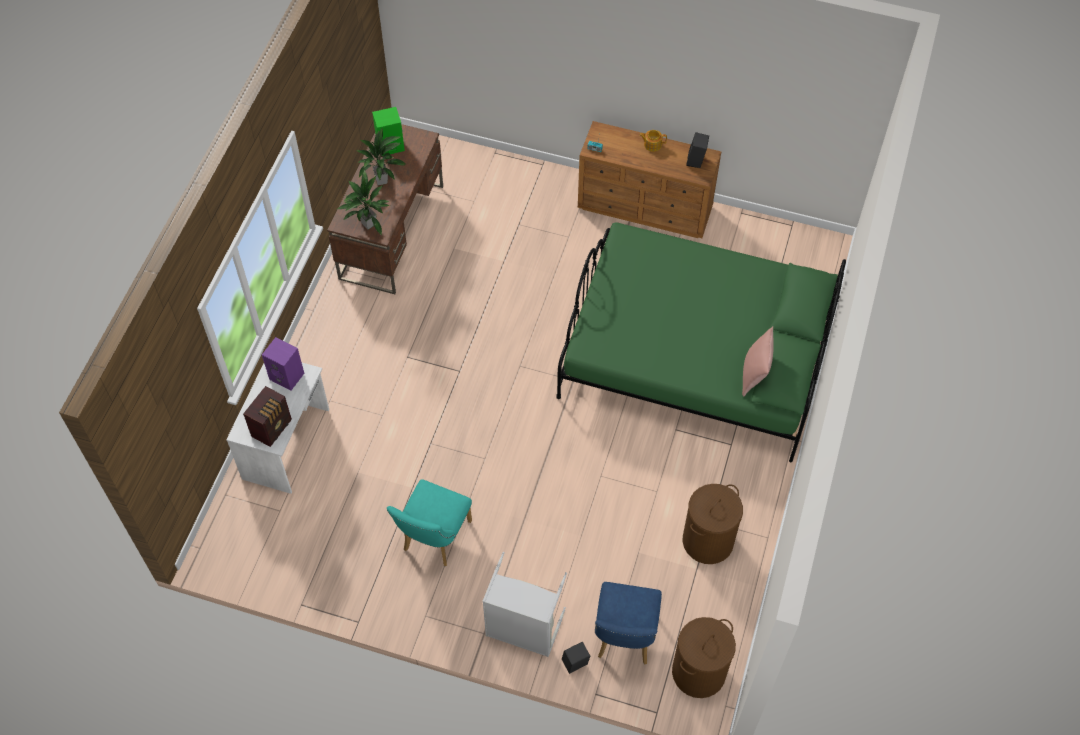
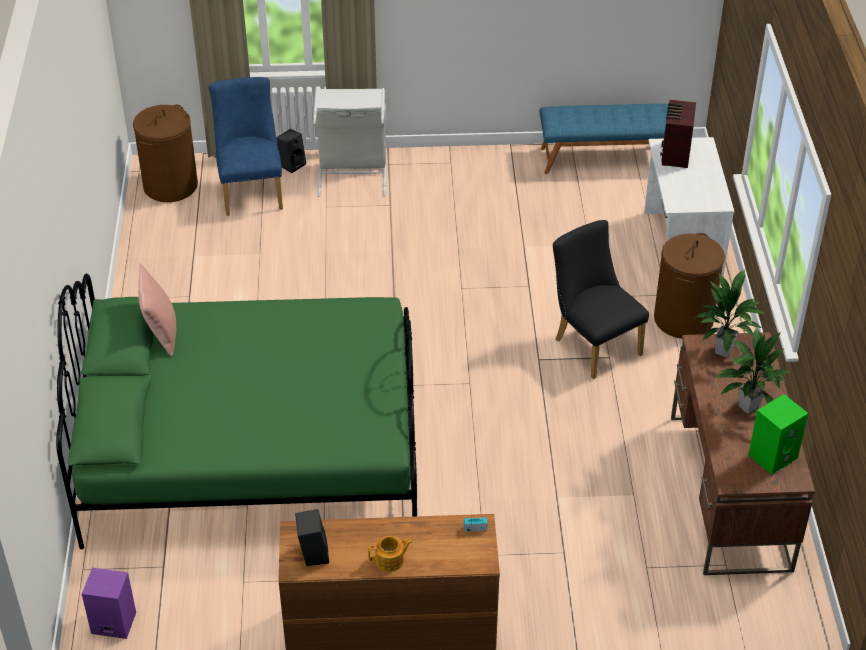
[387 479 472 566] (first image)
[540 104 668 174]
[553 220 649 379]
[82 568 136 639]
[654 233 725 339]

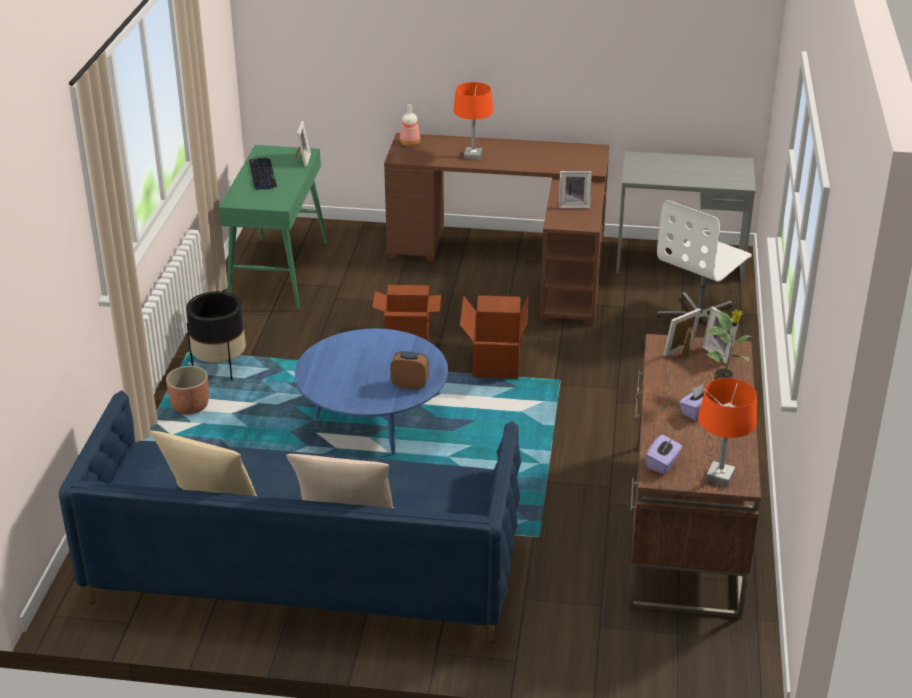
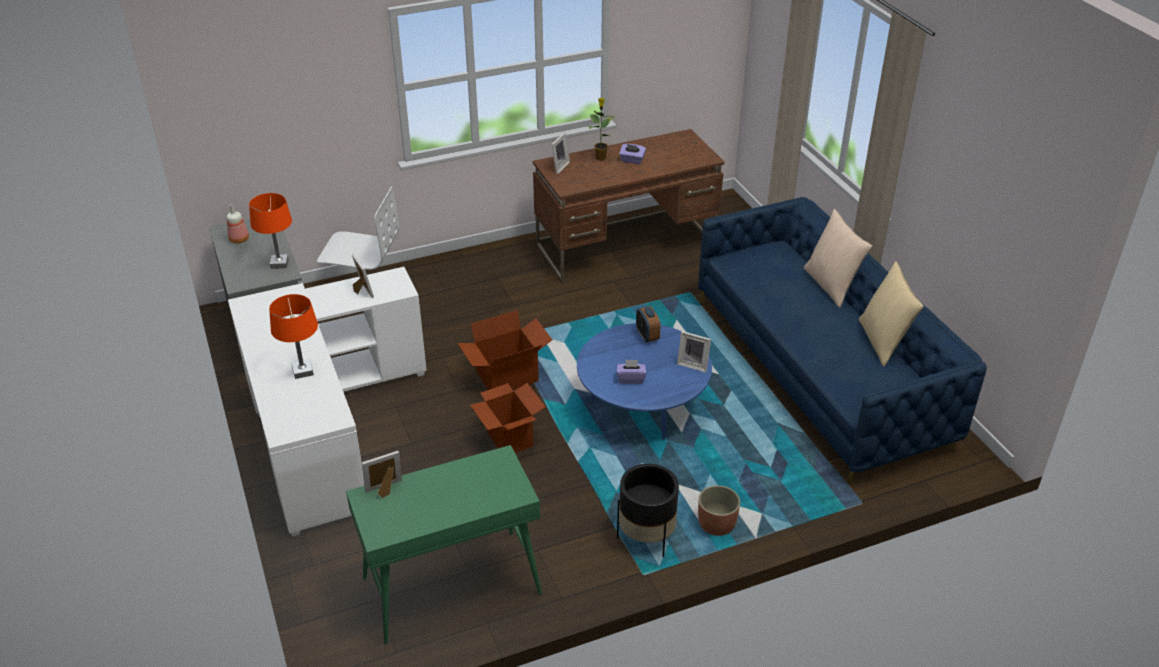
[249 158 277 190] (first image)
[227 204 249 244]
[617 359 646 384]
[677 331 711 372]
[249 193 292 269]
[228 267 427 536]

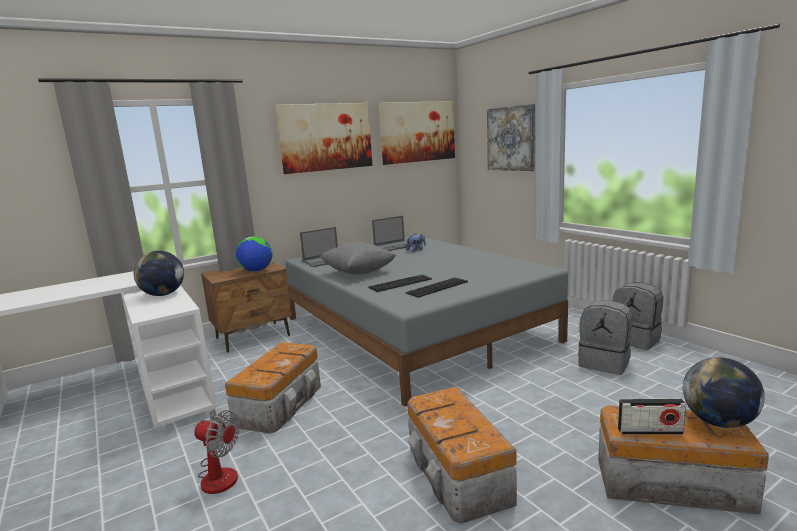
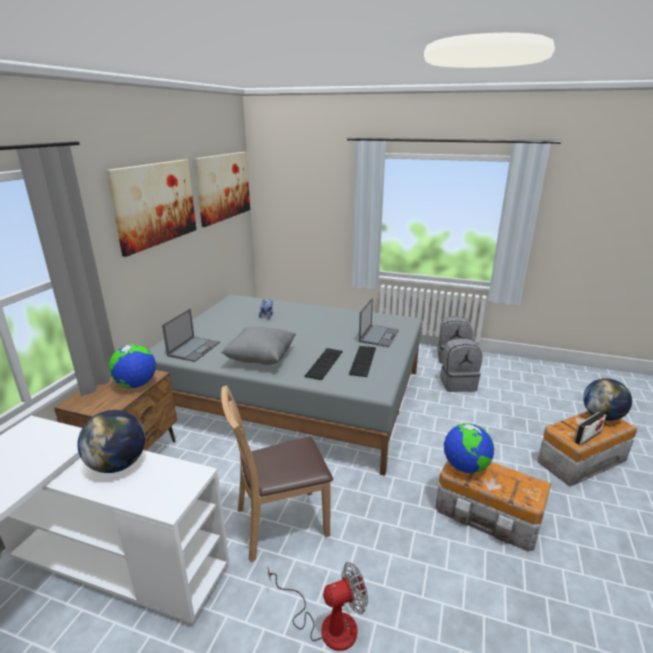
[487 104 535 171] (first image)
[444 423 494 473]
[359 298 399 347]
[221 385 333 562]

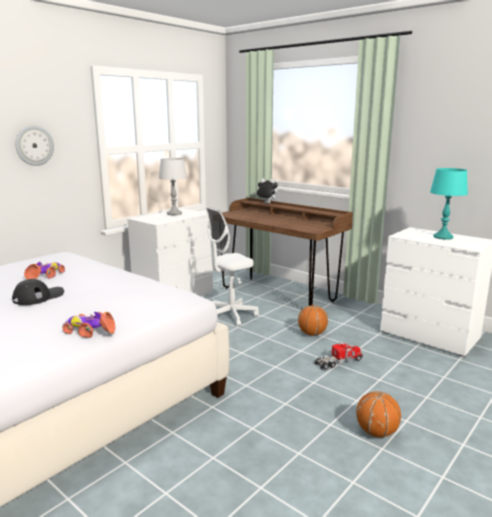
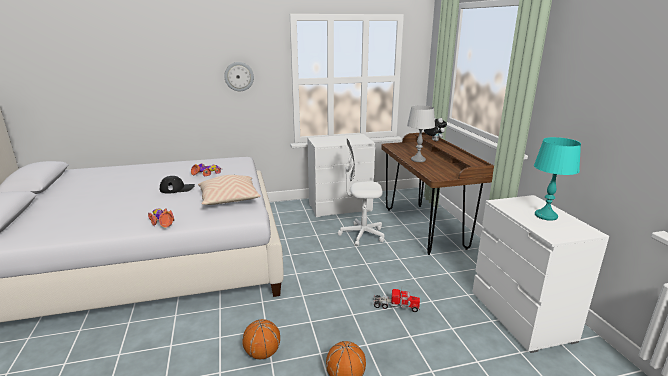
[198 175 261 205]
[407 105 435 162]
[243 319 280 359]

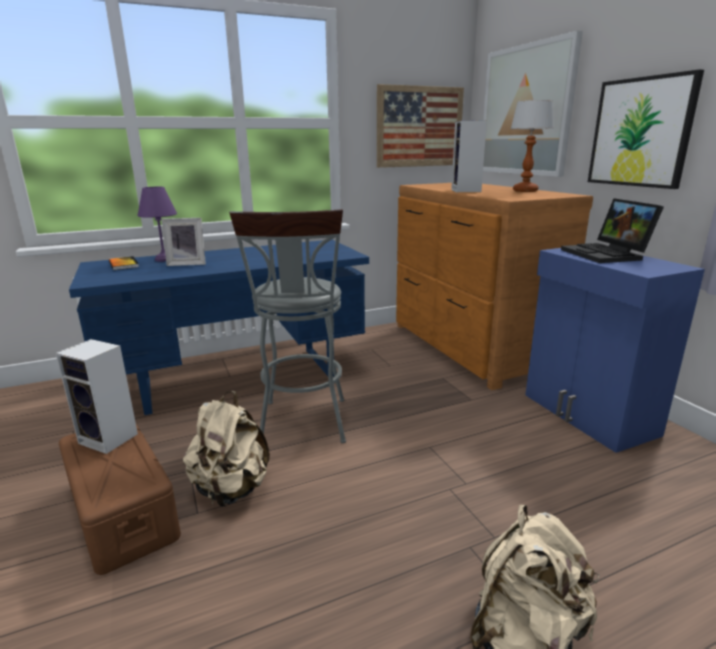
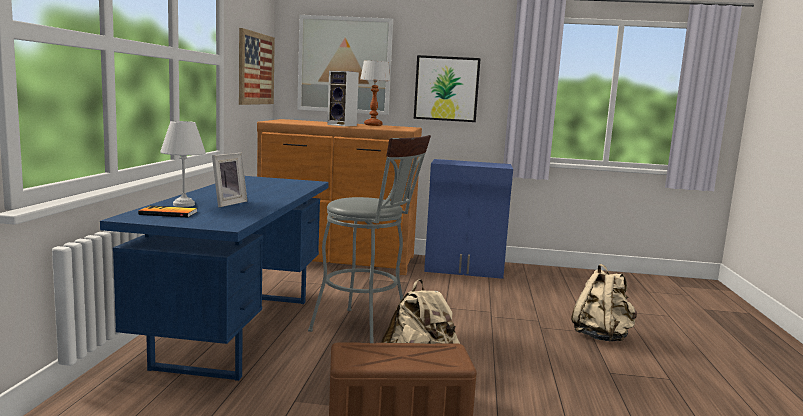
[56 339 138 454] (first image)
[561 198 664 263] (first image)
[160 121 206 207]

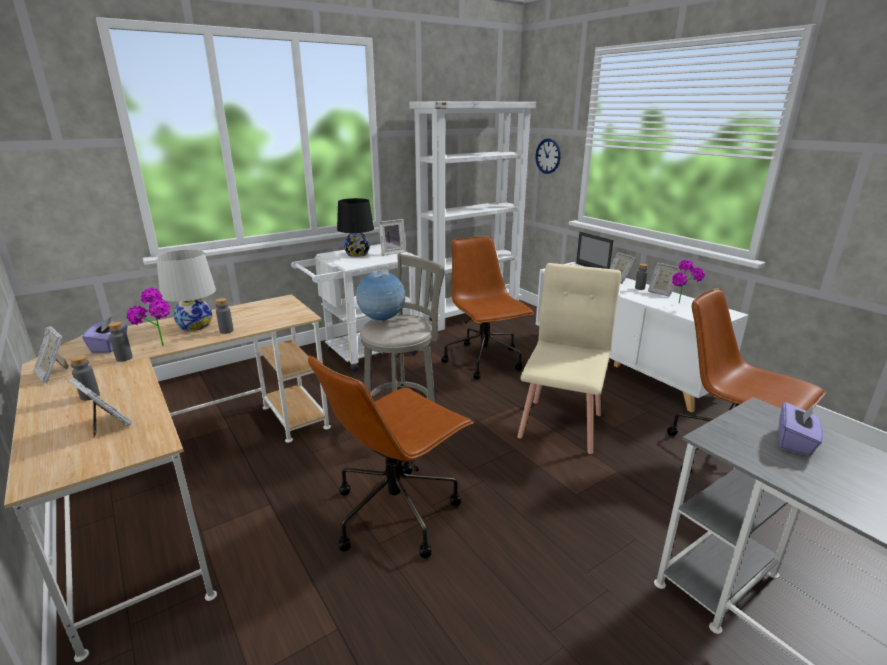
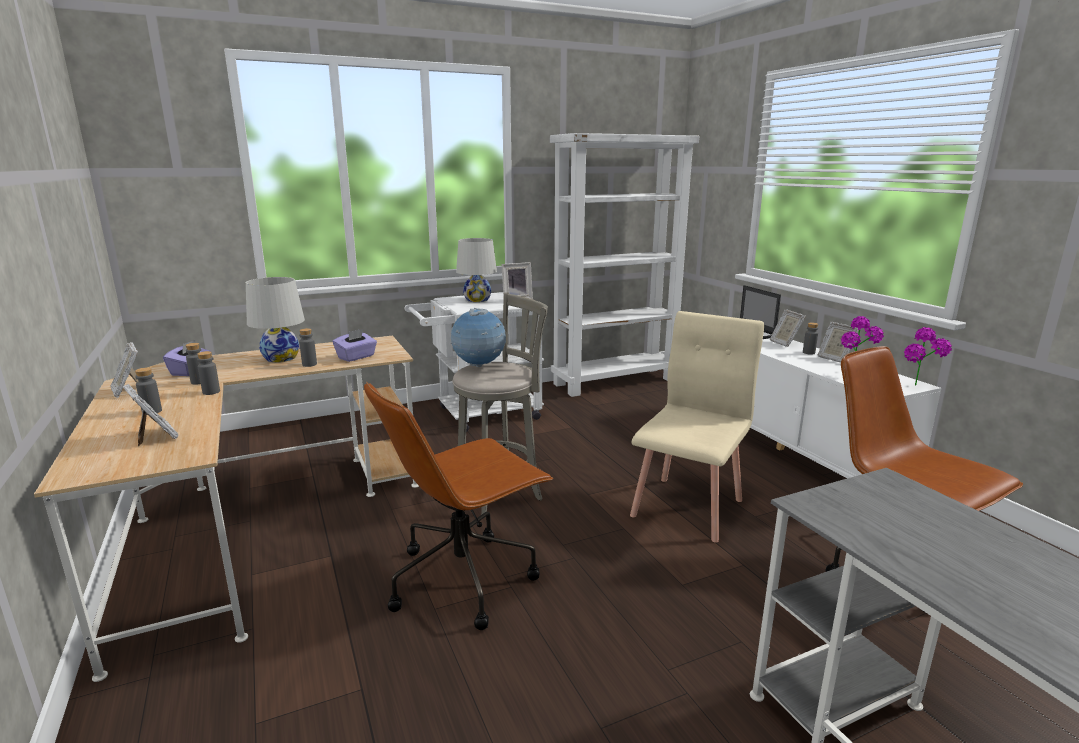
[441 236 534 379] (first image)
[535 138 561 174] (first image)
[197 351 220 395]
[904 327 952 385]
[333 329 377 362]
[456 238 497 302]

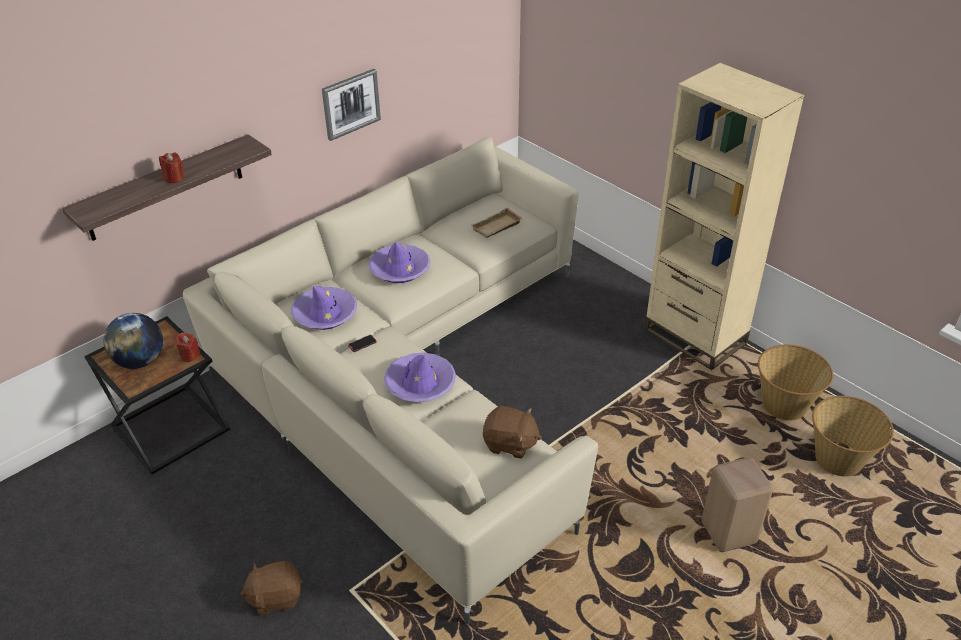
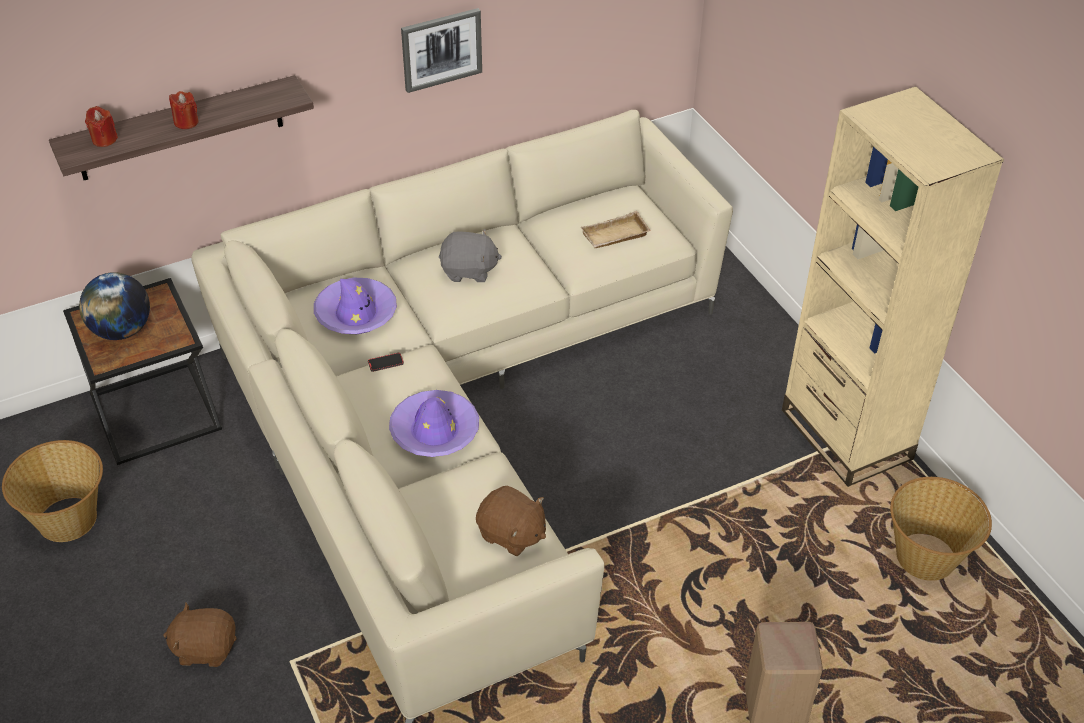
[85 106 118 147]
[2 440 103 542]
[439 229 502 282]

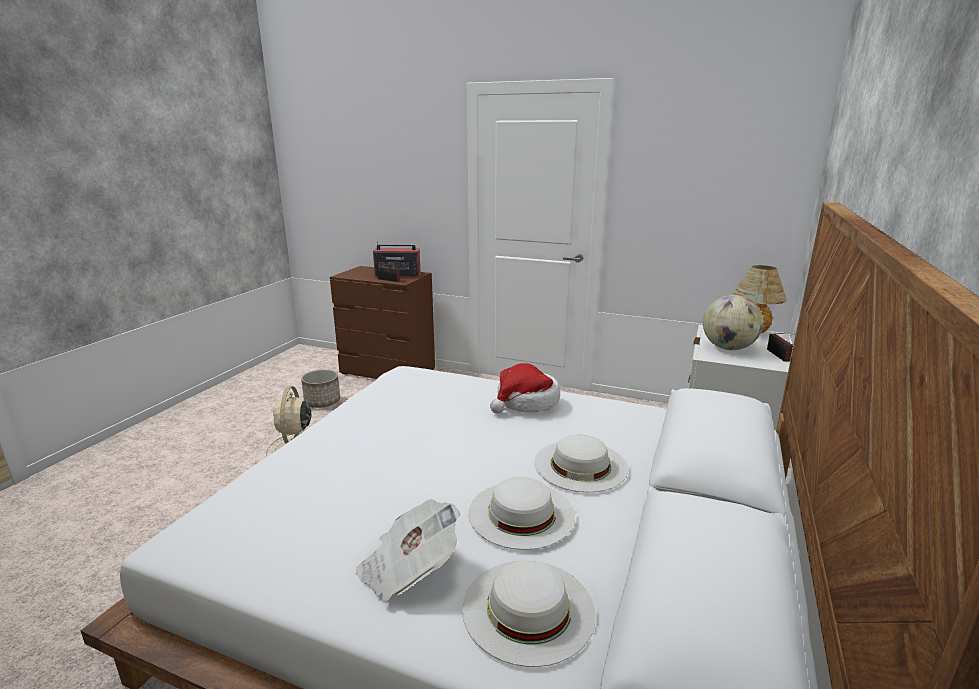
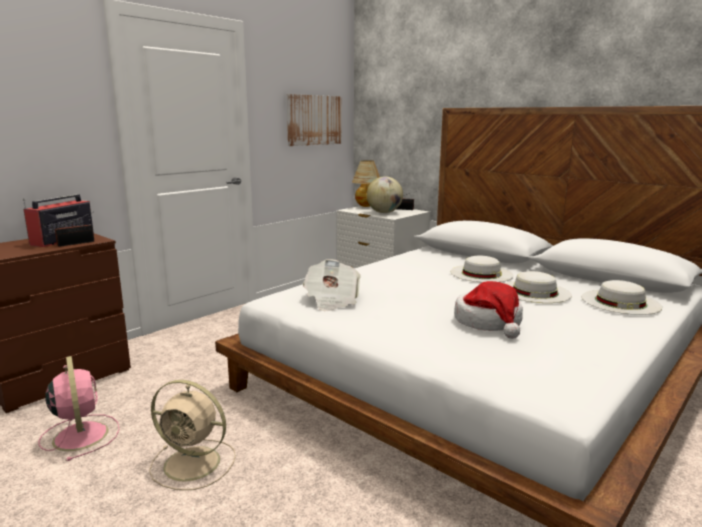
[287 94 342 146]
[303 259 361 311]
[454 281 523 339]
[39 356 120 461]

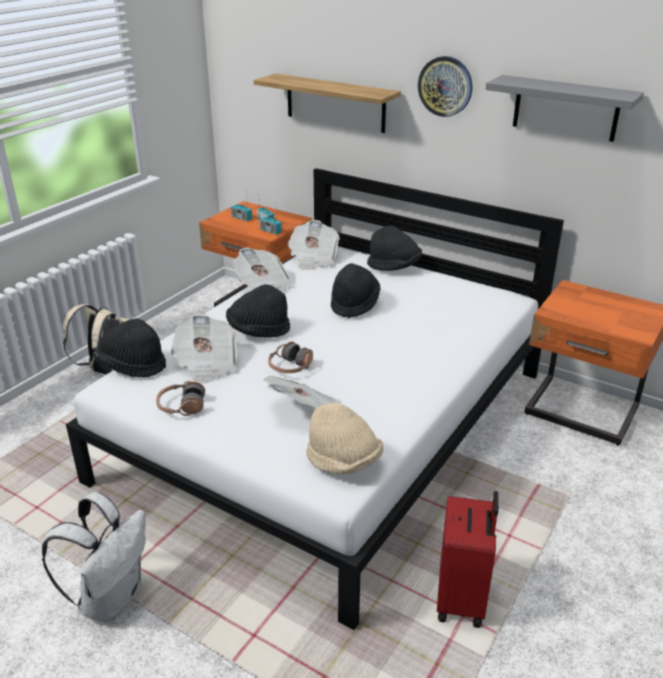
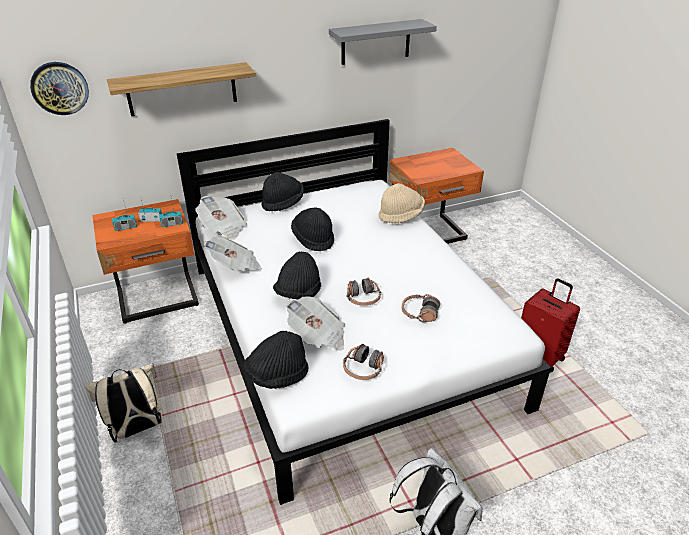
[379 183 425 223]
[30 62 89 115]
[402 294 440 322]

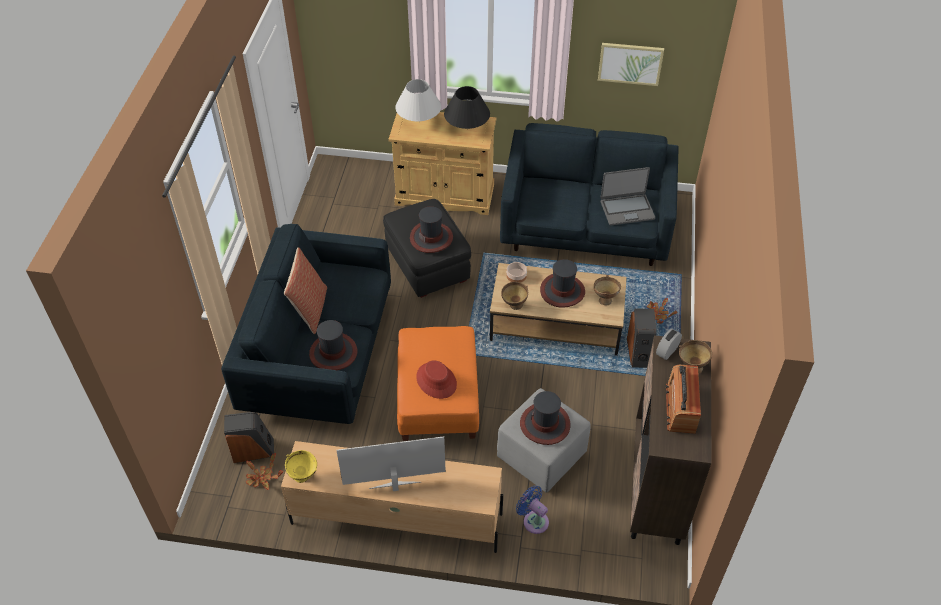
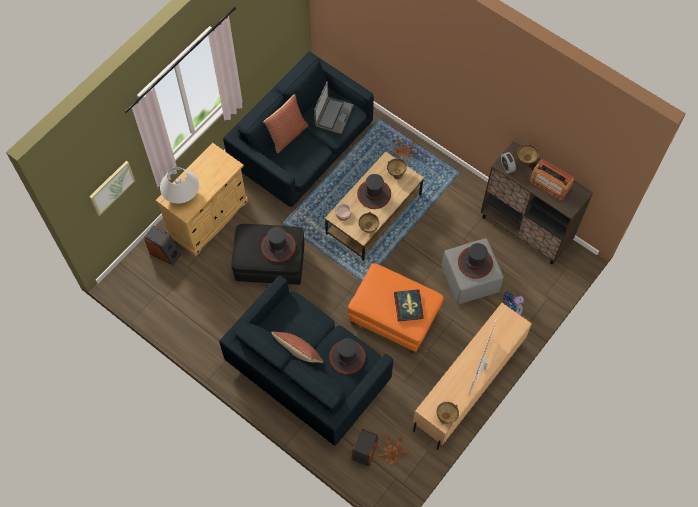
[444 86 490 129] (first image)
[263 94 308 154]
[89 161 135 216]
[145 226 181 265]
[394 289 424 321]
[436 402 459 424]

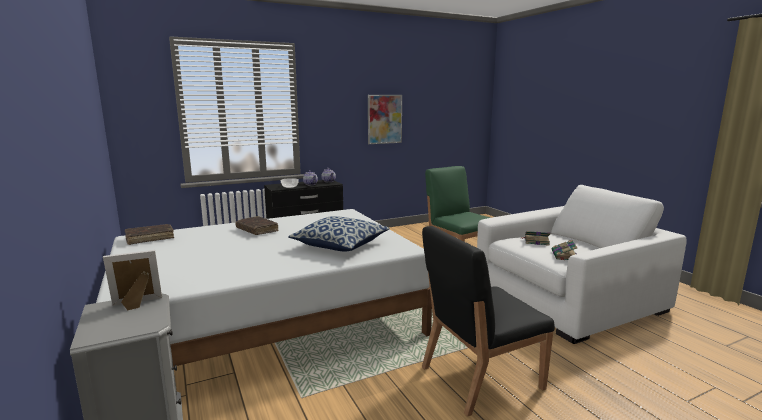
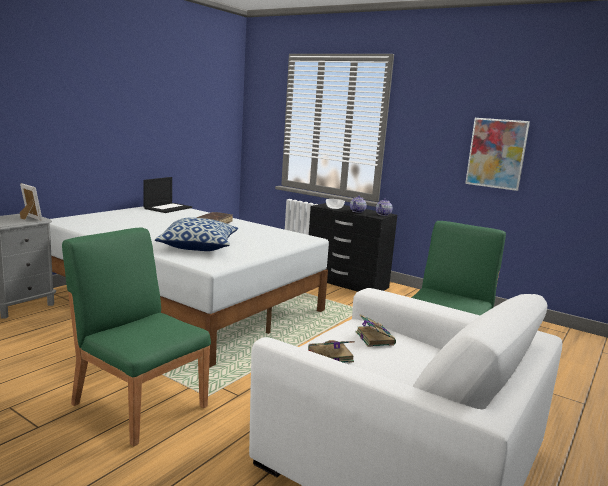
[143 177 192 213]
[62 228 211 446]

